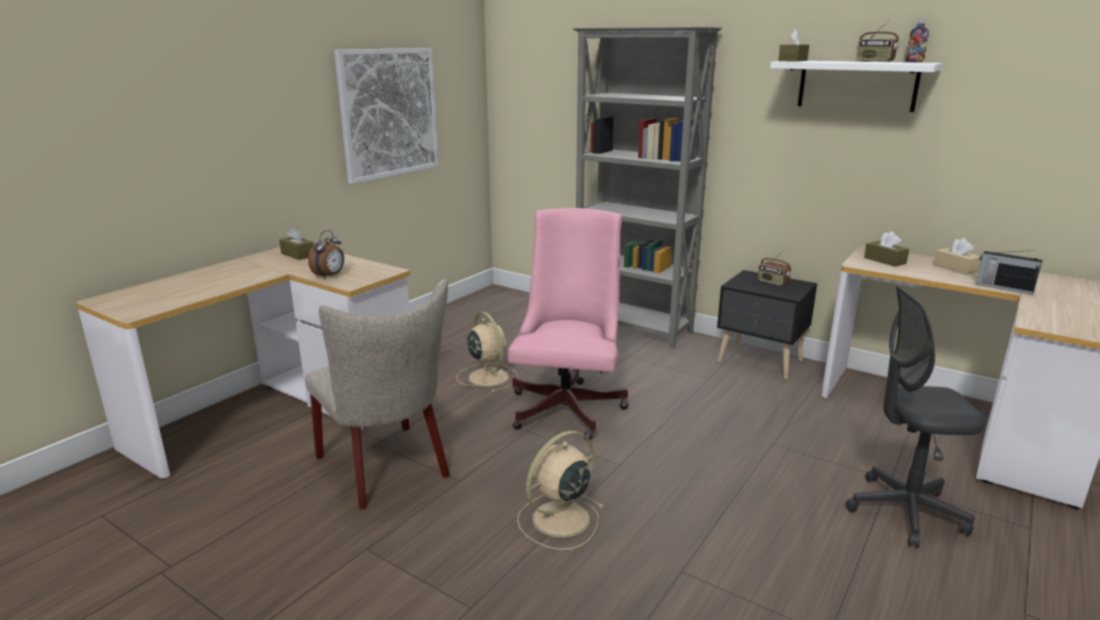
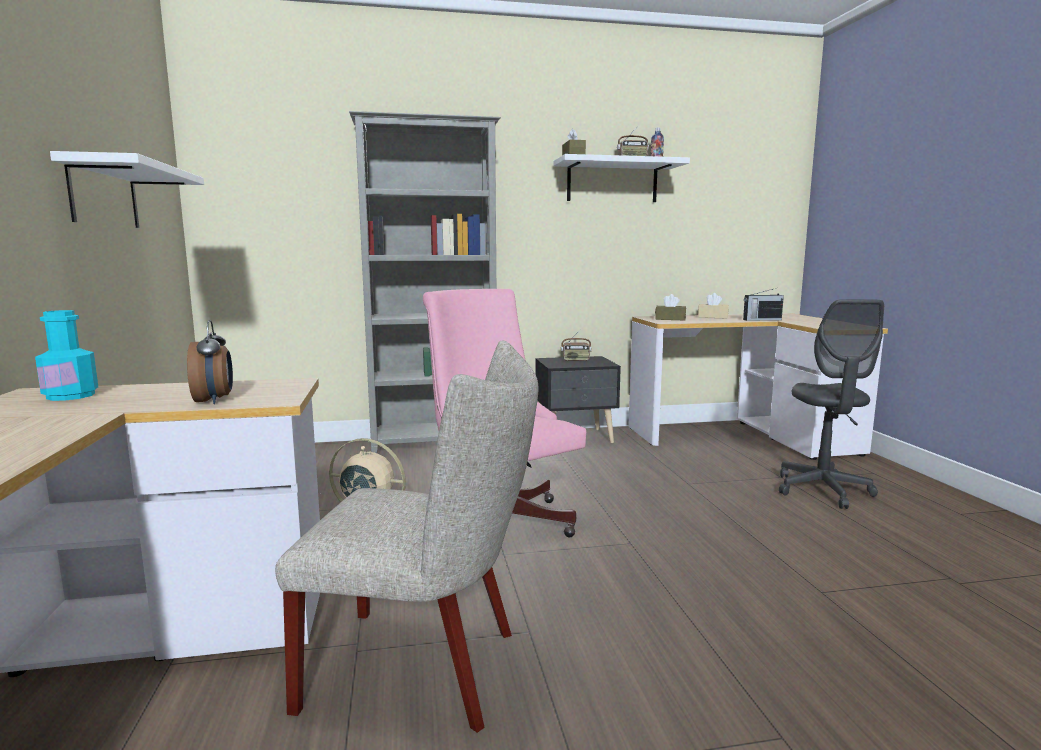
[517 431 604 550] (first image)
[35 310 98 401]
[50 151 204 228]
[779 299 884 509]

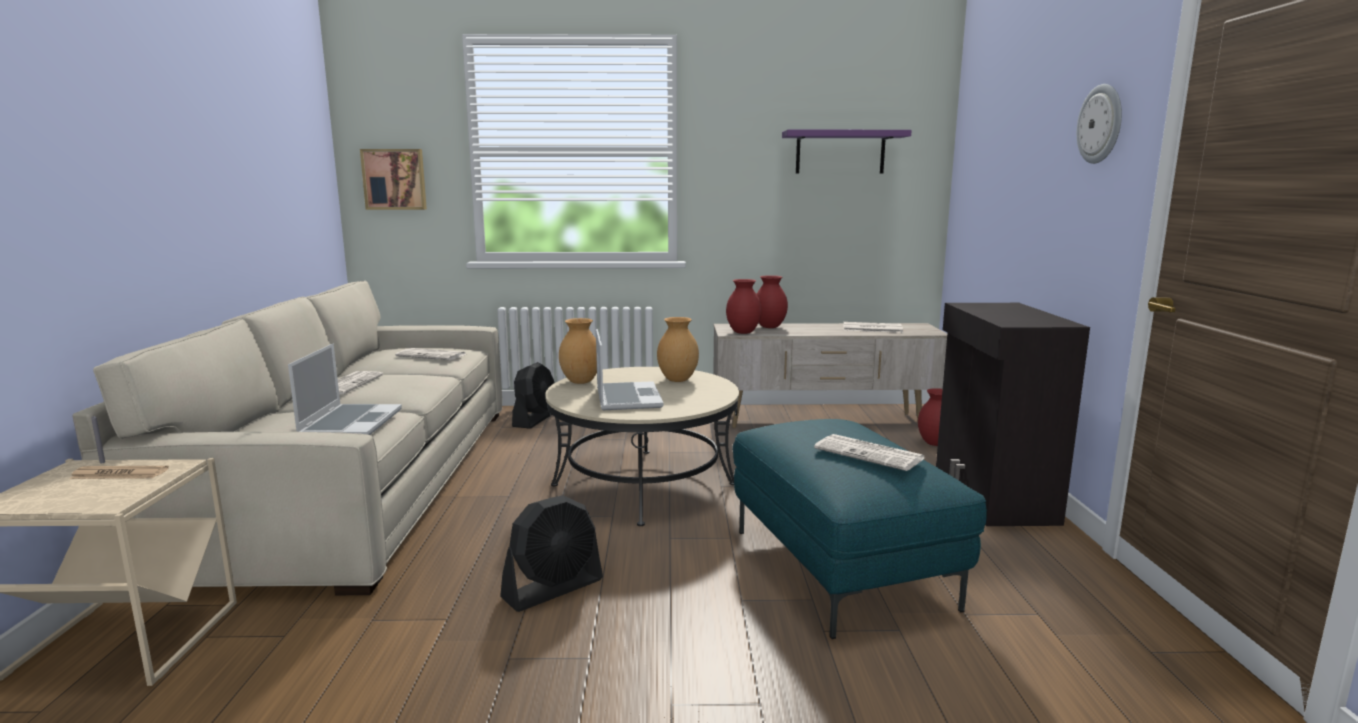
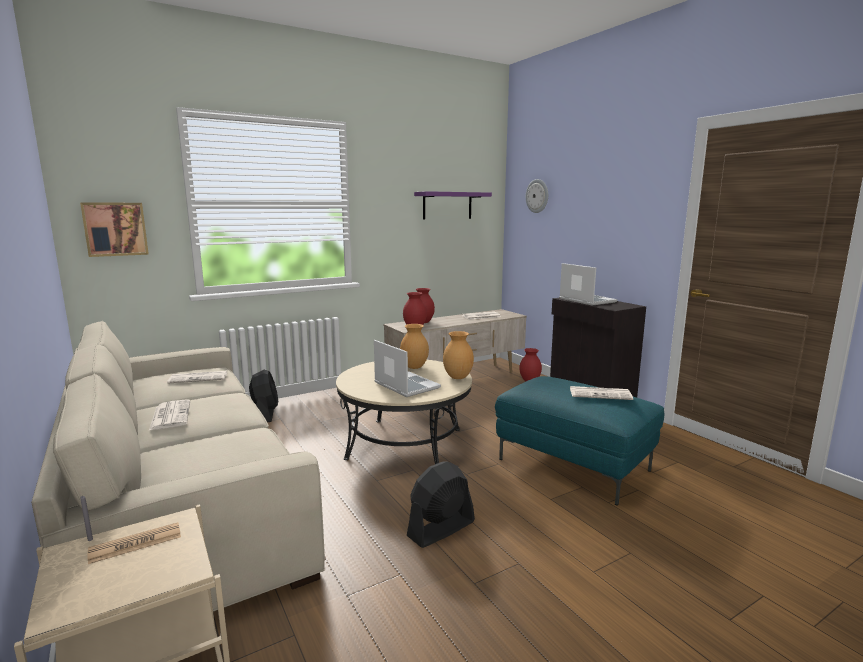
[559 263 617 306]
[443 331 474 379]
[526 179 548 213]
[407 462 475 548]

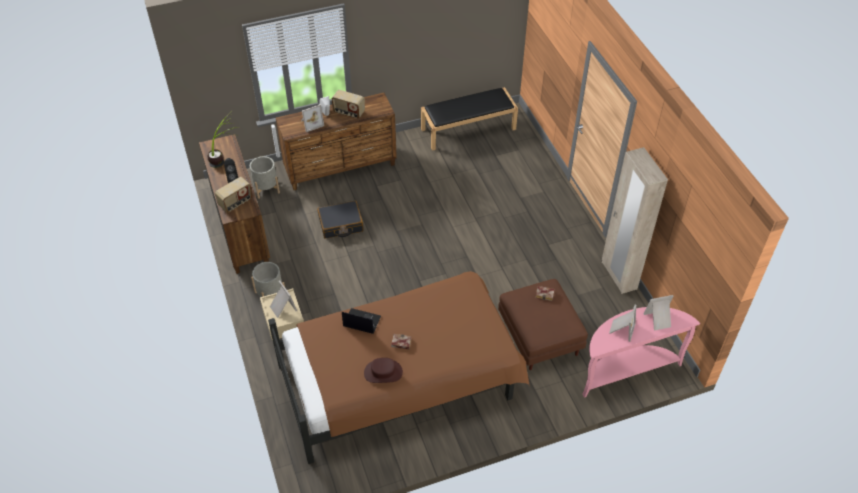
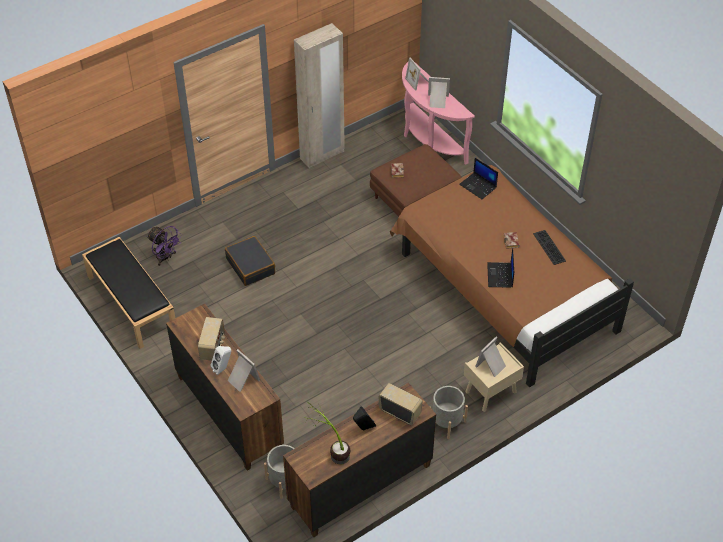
[147 226 182 266]
[459 158 498 199]
[225 236 275 286]
[533 230 566 265]

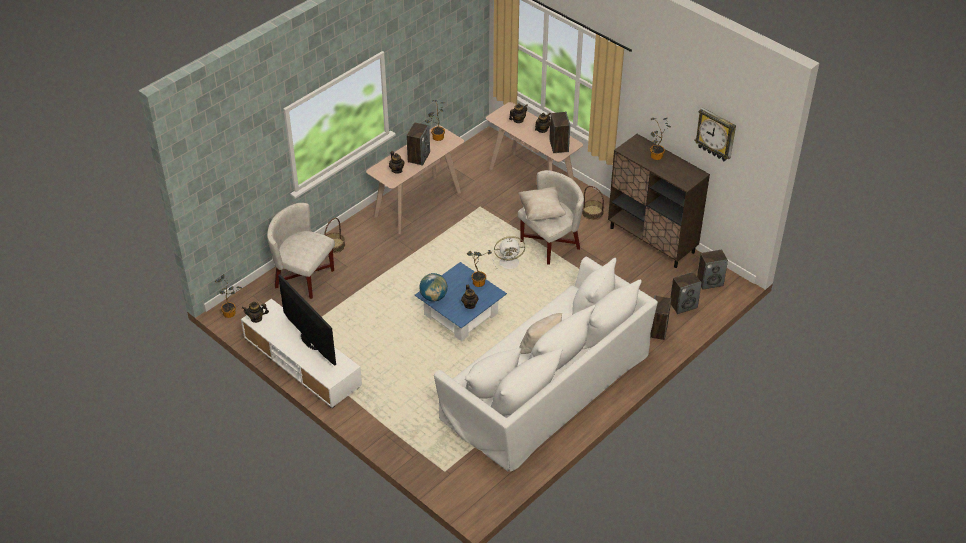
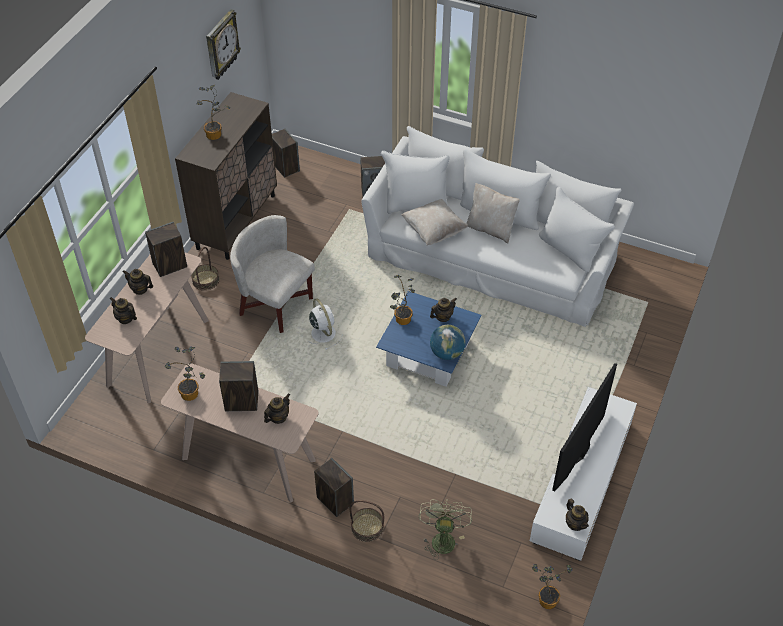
[401 199 469 246]
[314 458 354 517]
[418 499 472 560]

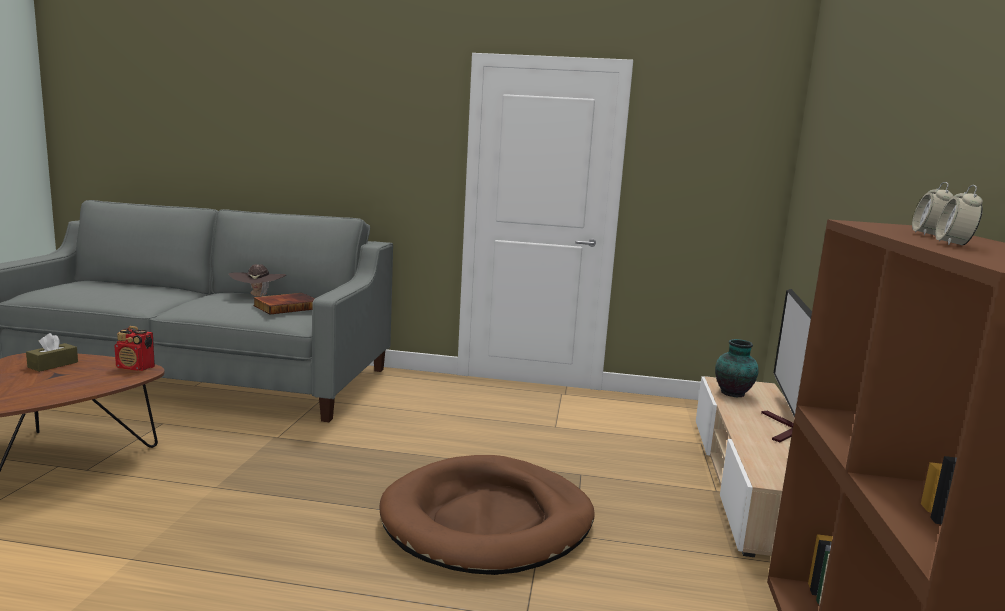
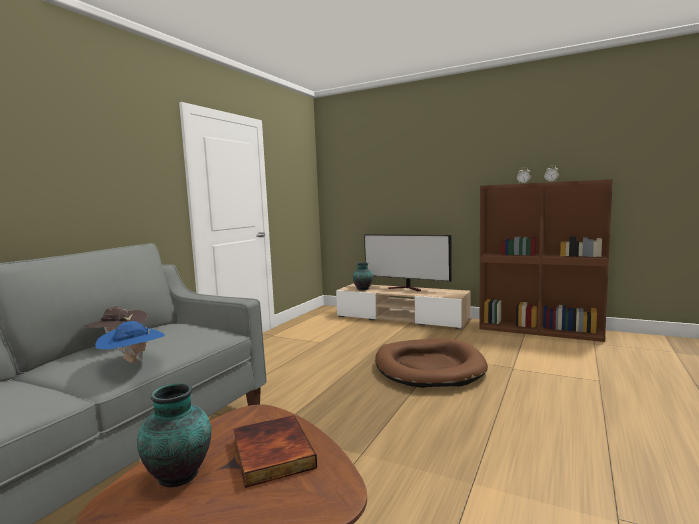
[114 326 155 371] (first image)
[95 321 165 363]
[233 415 317 488]
[137 383 211 487]

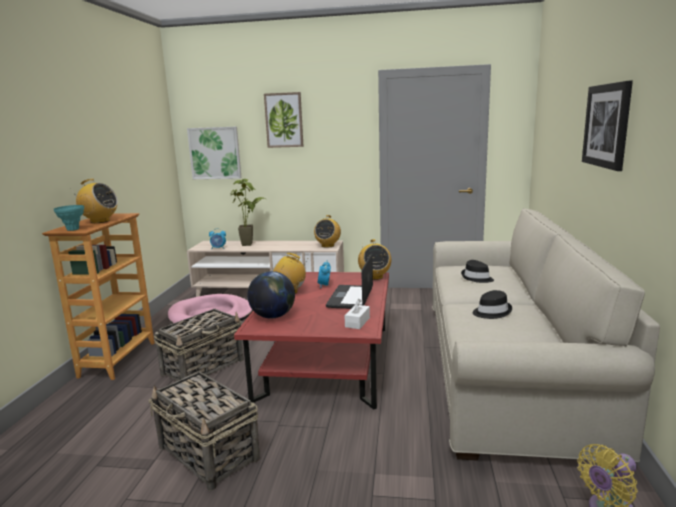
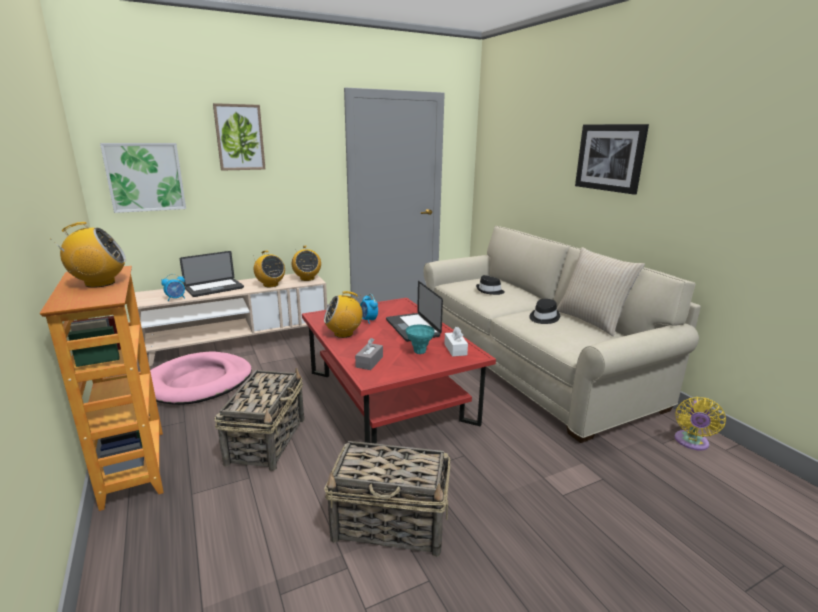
[557 247 645 336]
[406 325 435 354]
[253 251 285 287]
[180 251 244 297]
[355 338 383 370]

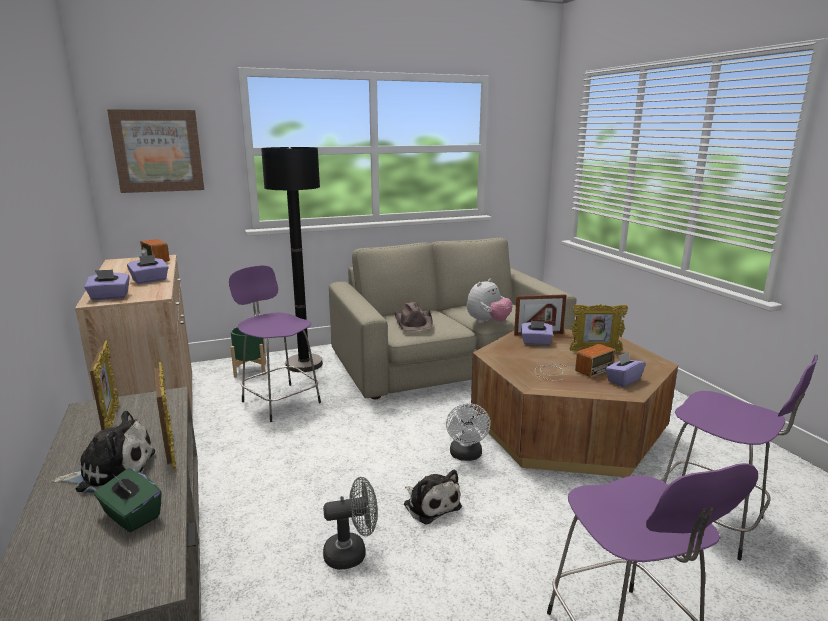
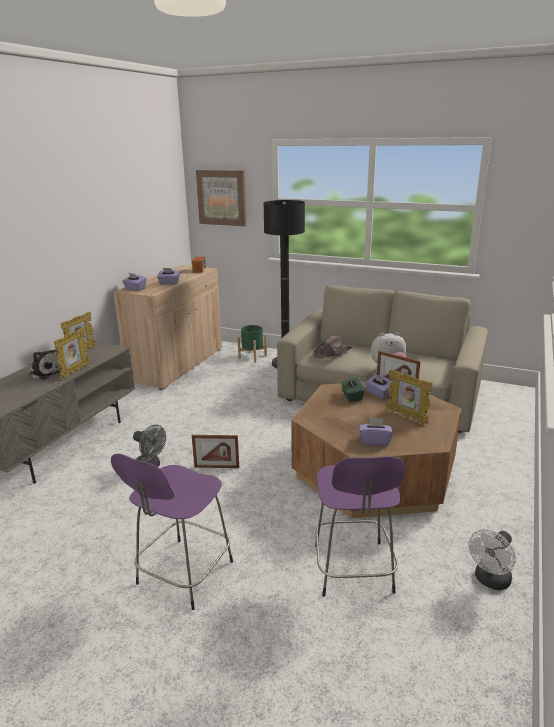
[229 265 321 422] (first image)
[535 344 616 381] (first image)
[341 378 364 402]
[469 529 516 590]
[192 435 239 468]

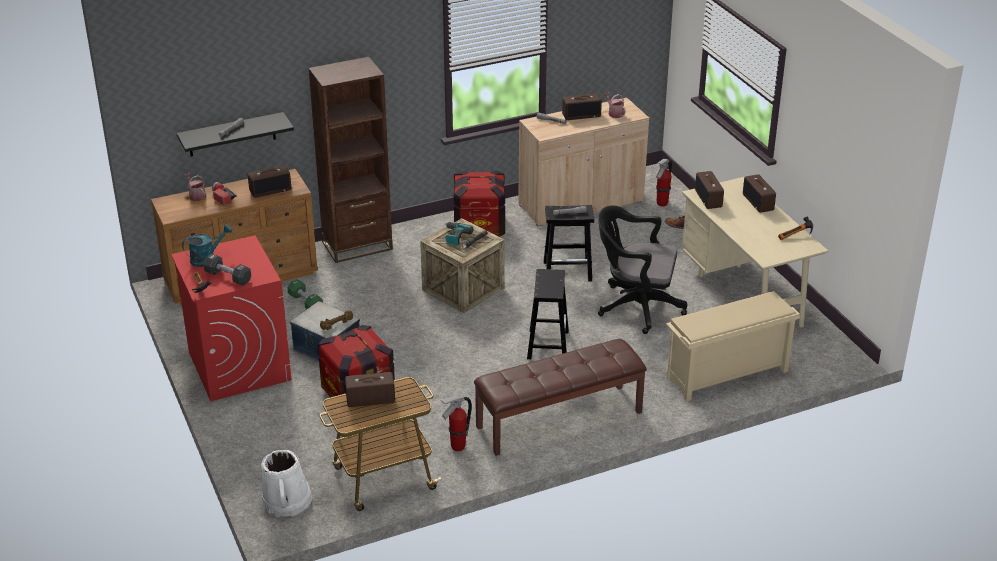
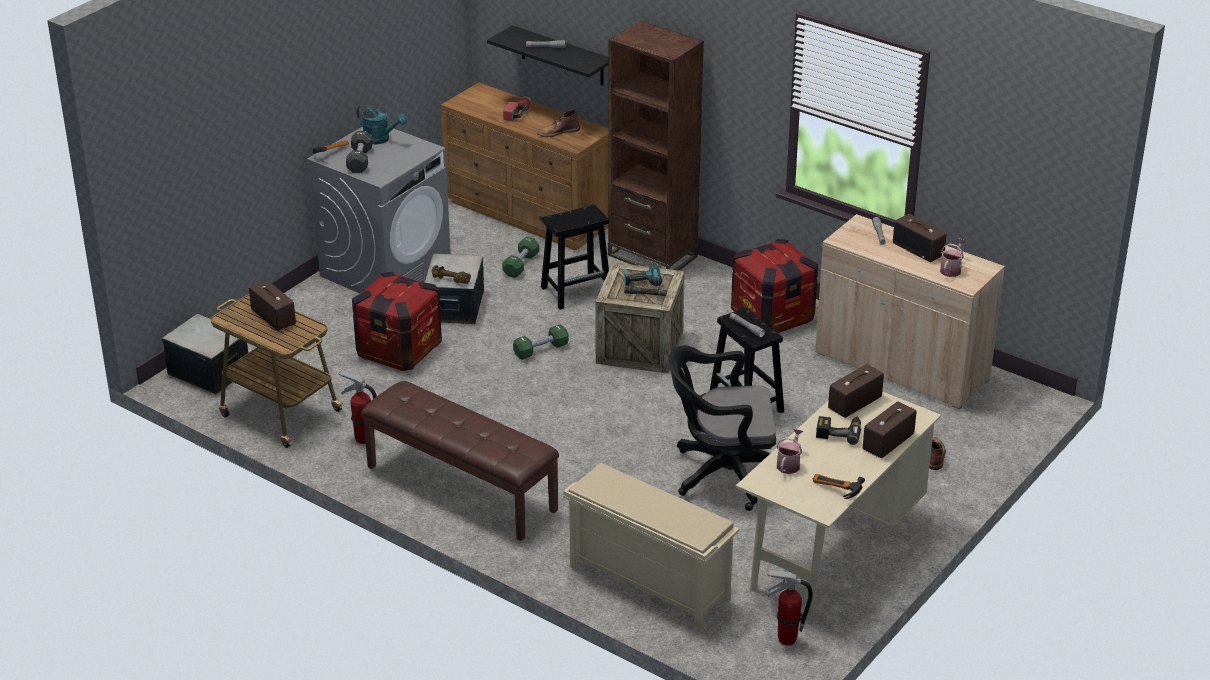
[513 324 569 360]
[816 416 861 445]
[777 429 804 474]
[541 204 609 310]
[767 570 813 646]
[537 110 580 137]
[162 314 248 394]
[307 127 451 294]
[669 345 776 511]

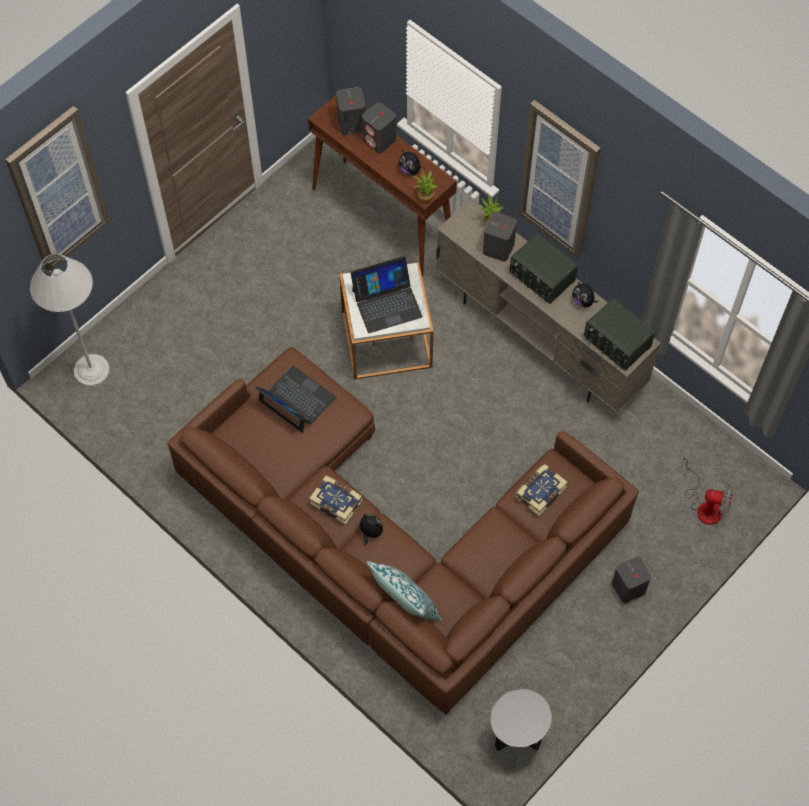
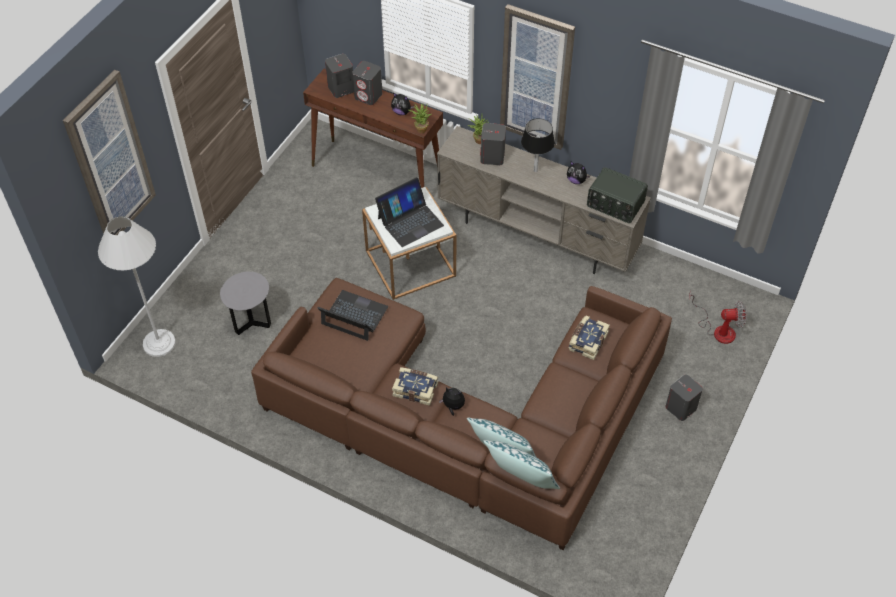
[483 440 560 489]
[220 272 271 335]
[521 118 555 172]

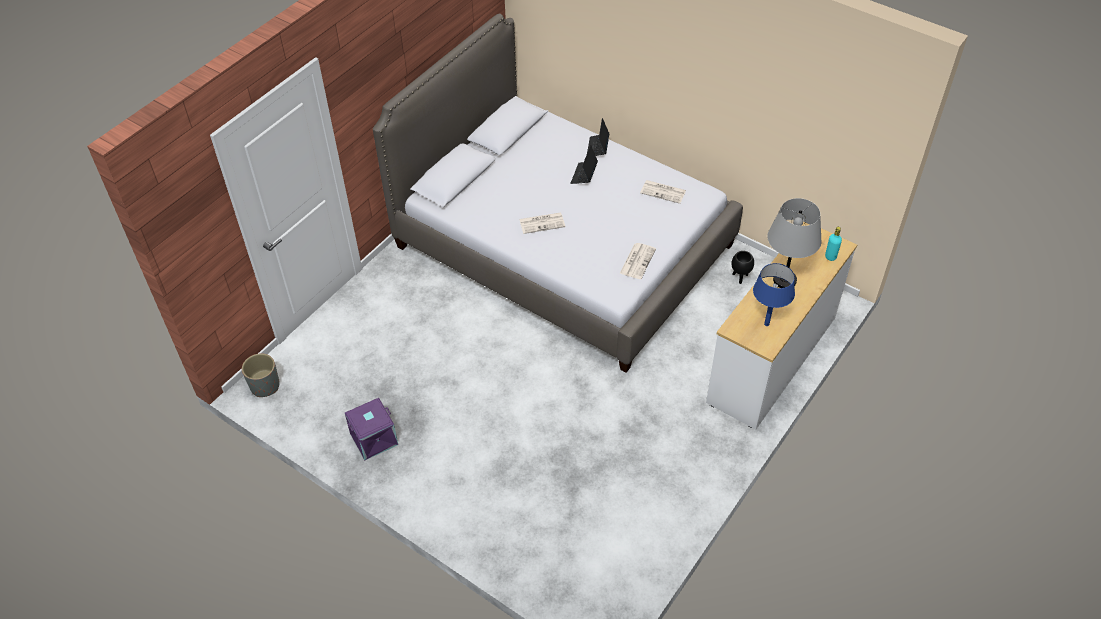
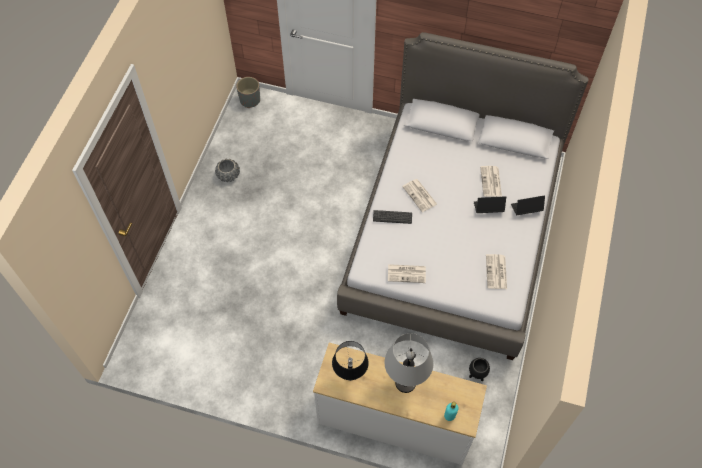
[373 210 412 224]
[480 166 502 197]
[215 158 240 182]
[332 341 369 381]

